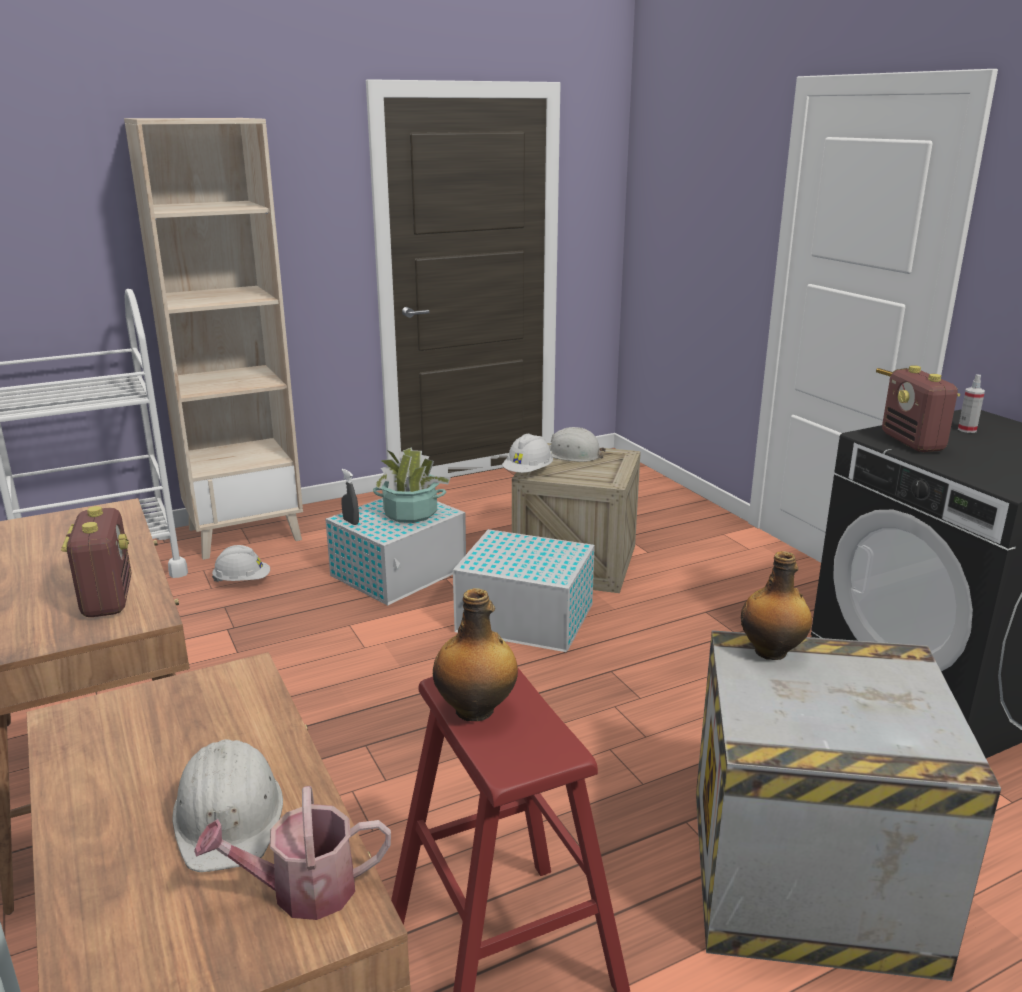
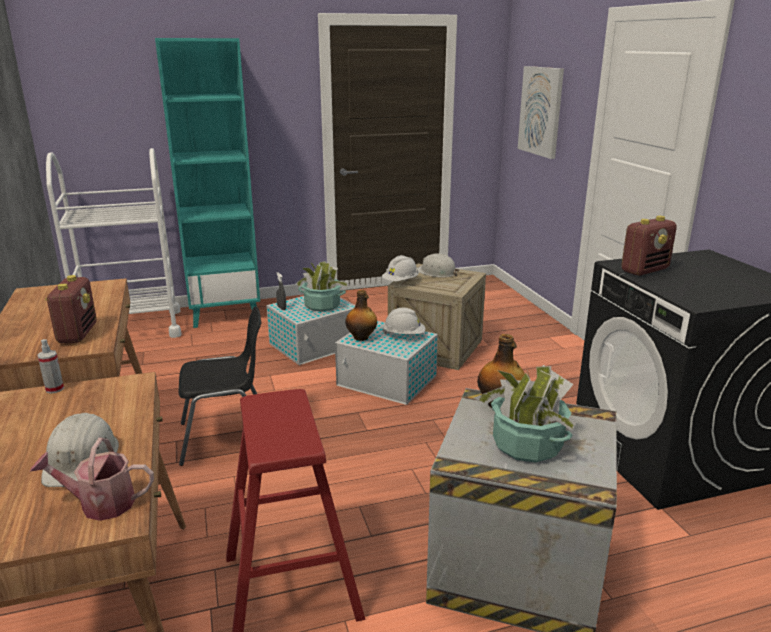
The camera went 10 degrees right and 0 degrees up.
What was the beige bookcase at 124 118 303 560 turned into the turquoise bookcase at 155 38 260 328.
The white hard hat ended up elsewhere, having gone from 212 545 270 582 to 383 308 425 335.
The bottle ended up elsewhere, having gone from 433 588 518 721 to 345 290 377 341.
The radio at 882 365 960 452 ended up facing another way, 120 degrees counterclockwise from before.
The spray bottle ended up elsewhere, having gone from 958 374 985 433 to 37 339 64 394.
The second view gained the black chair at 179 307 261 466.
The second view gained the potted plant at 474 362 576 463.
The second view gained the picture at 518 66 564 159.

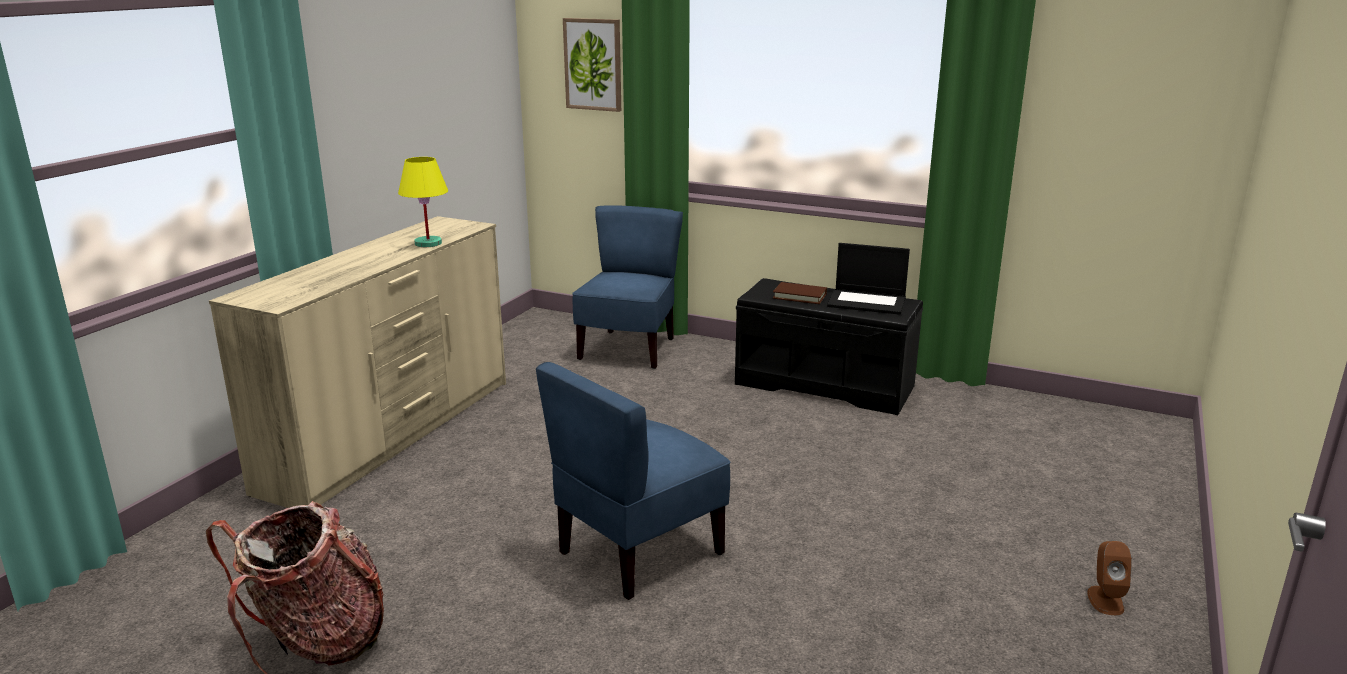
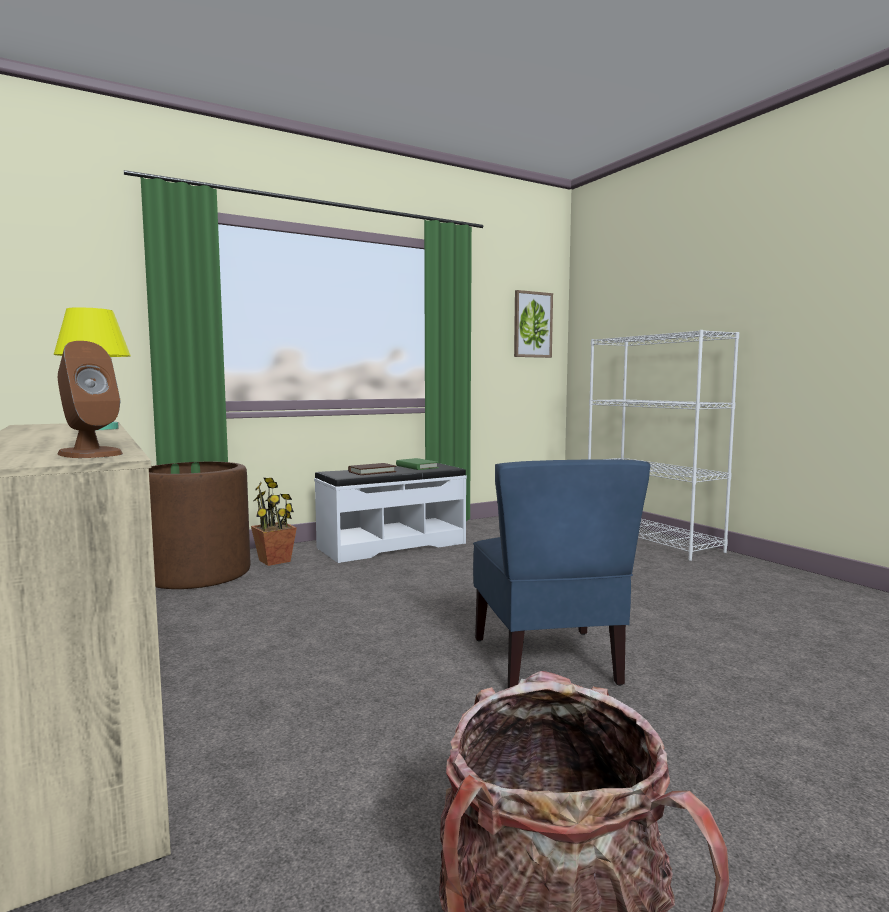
The camera went 55 degrees left and 15 degrees down.
The picture ended up elsewhere, having gone from 563 18 621 112 to 514 290 553 358.
Where the blue chair stood at 572 205 683 369, the brown planter came to stand at 149 462 250 589.
What was the black bench at 735 278 923 415 turned into the white bench at 314 463 467 563.
Where the laptop stood at 827 243 910 315, the green book came to stand at 396 458 439 470.
The brown speaker ended up elsewhere, having gone from 1087 541 1132 615 to 58 341 123 458.
The second view gained the potted plant at 251 478 297 566.
The second view gained the white bookcase at 588 330 739 561.

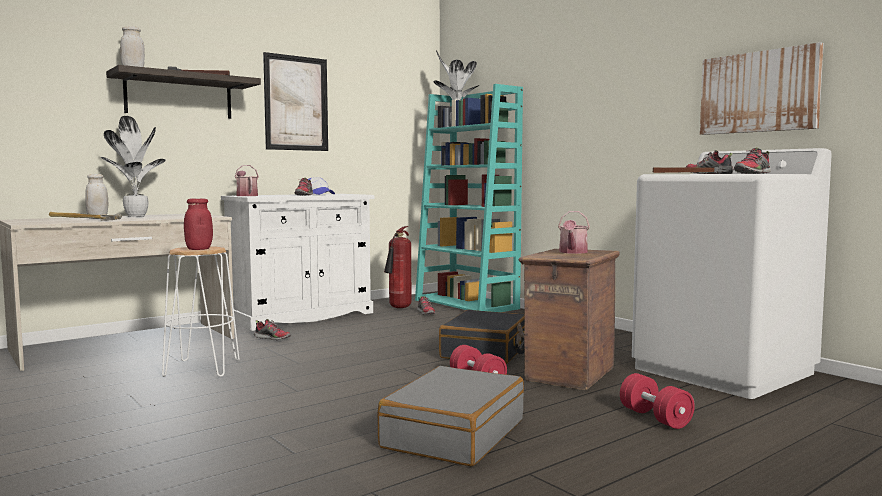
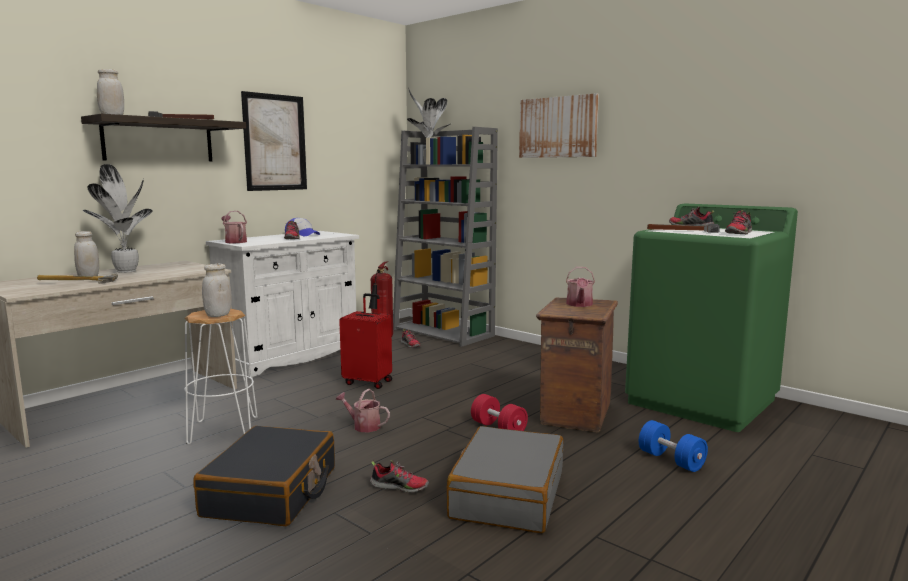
The camera went 10 degrees left and 5 degrees up.
What was the red jar at 184 198 213 250 turned into the white jar at 202 264 232 317.
The shoe ended up elsewhere, having gone from 254 319 291 340 to 370 460 429 493.
What was the turquoise bookcase at 415 84 523 312 turned into the grey bookcase at 393 127 498 347.
The black suitcase ended up elsewhere, having gone from 439 310 525 364 to 193 426 335 526.
What was the red dumbbell at 620 373 695 429 turned into the blue dumbbell at 639 420 708 472.
What was the white washing machine at 632 148 832 399 turned into the green washing machine at 625 204 798 432.
The picture ended up elsewhere, having gone from 700 42 824 135 to 519 93 599 158.
The second view gained the watering can at 335 389 390 432.
The second view gained the red suitcase at 339 293 392 389.

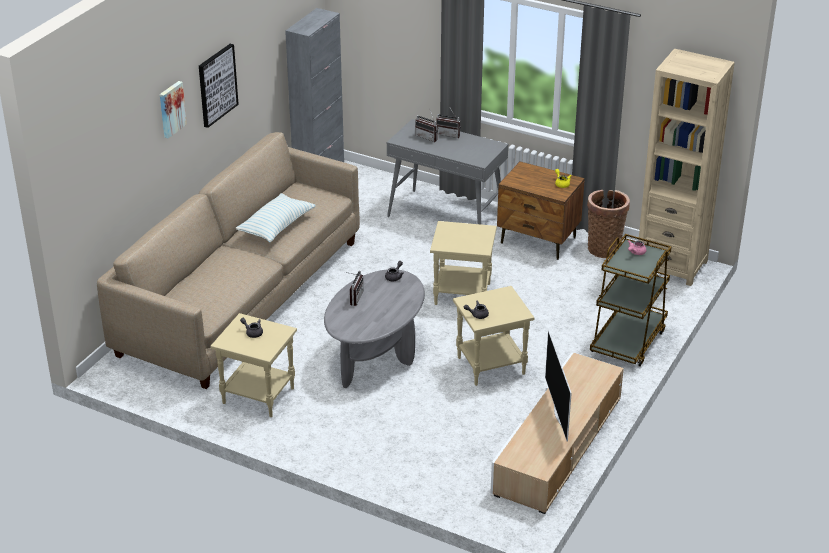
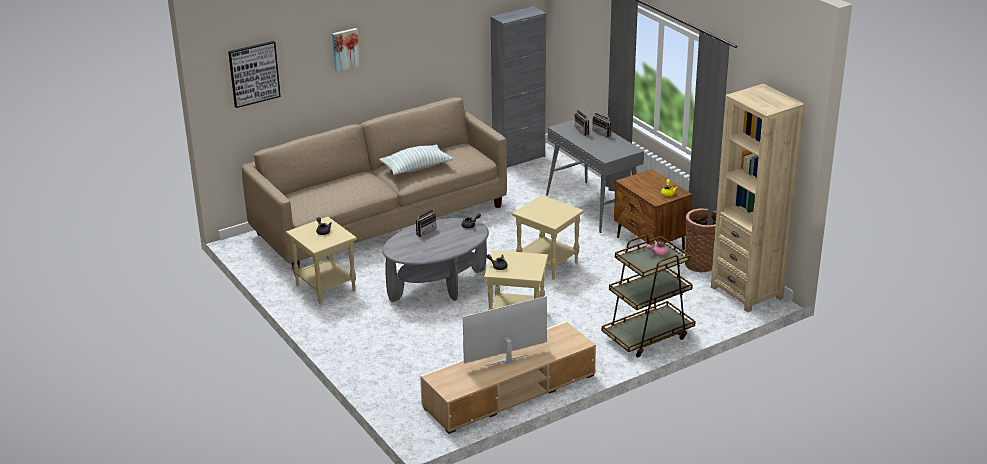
The camera went 30 degrees right and 5 degrees down.
The picture ended up elsewhere, having gone from 199 44 239 128 to 228 41 281 108.
The television at 545 330 572 442 ended up facing another way, 45 degrees clockwise from before.

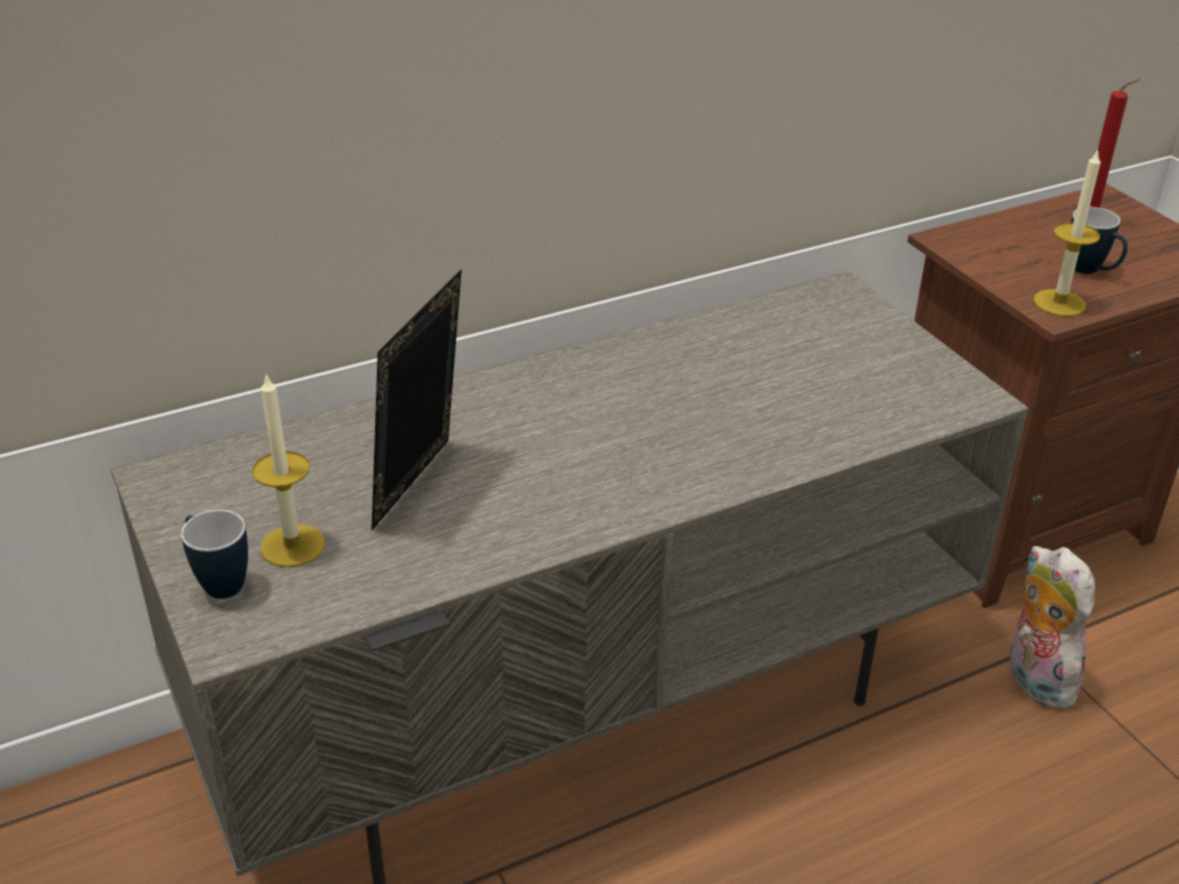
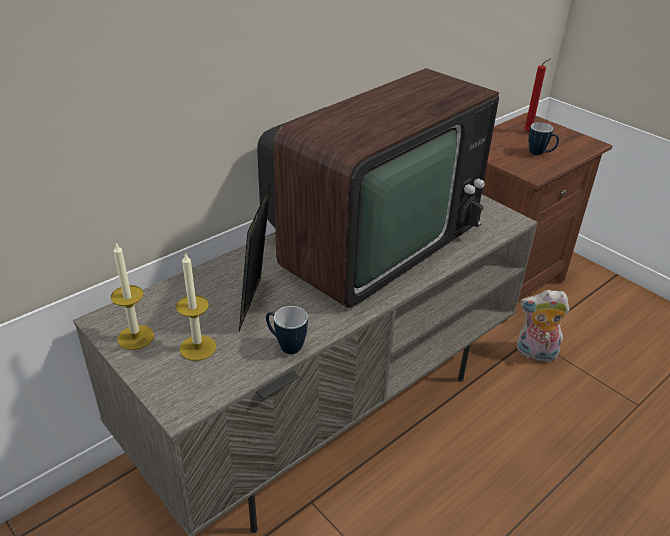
The camera went 15 degrees left and 0 degrees up.
The mug ended up elsewhere, having gone from 181 510 248 599 to 266 306 308 354.
The plush toy at 1007 546 1095 709 ended up facing another way, 45 degrees counterclockwise from before.
The candle ended up elsewhere, having gone from 1033 149 1101 316 to 111 243 154 350.
The second view gained the television at 257 68 499 307.

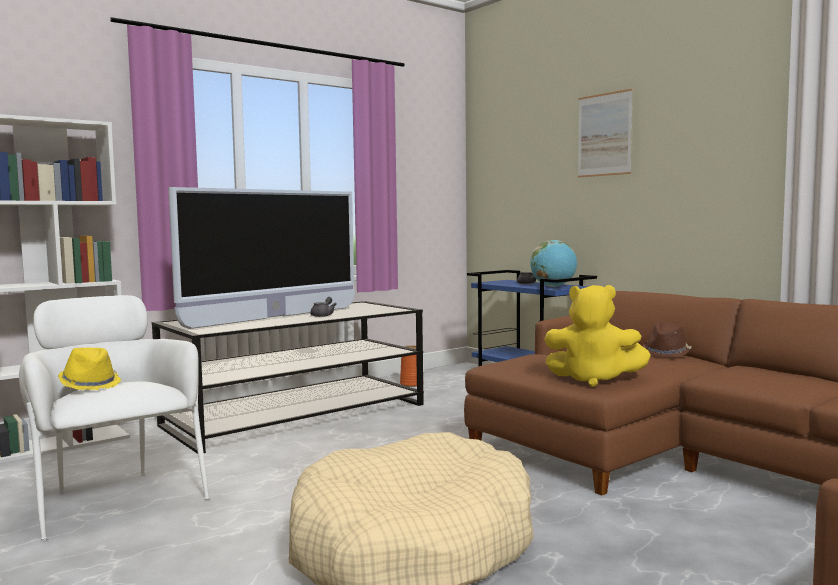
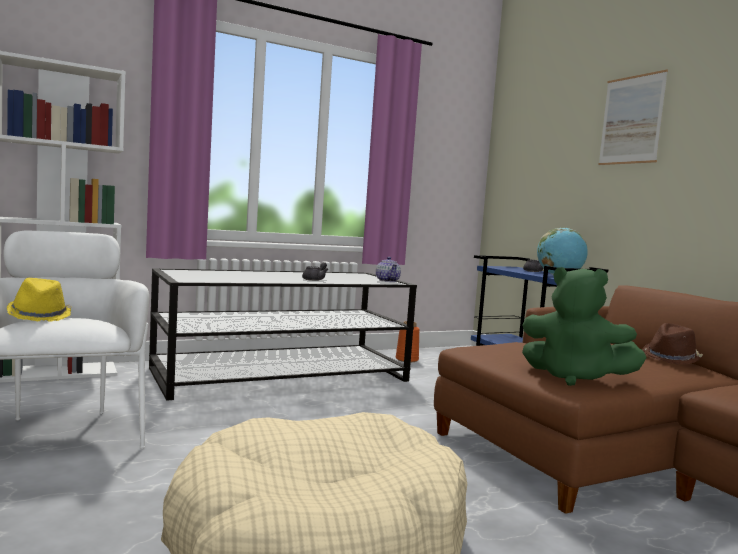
The camera went 10 degrees right and 0 degrees up.
The second view lost the television at 168 187 354 329.
What was the yellow plush toy at 544 285 651 387 turned into the green plush toy at 522 267 647 386.
The second view gained the teapot at 376 257 401 282.

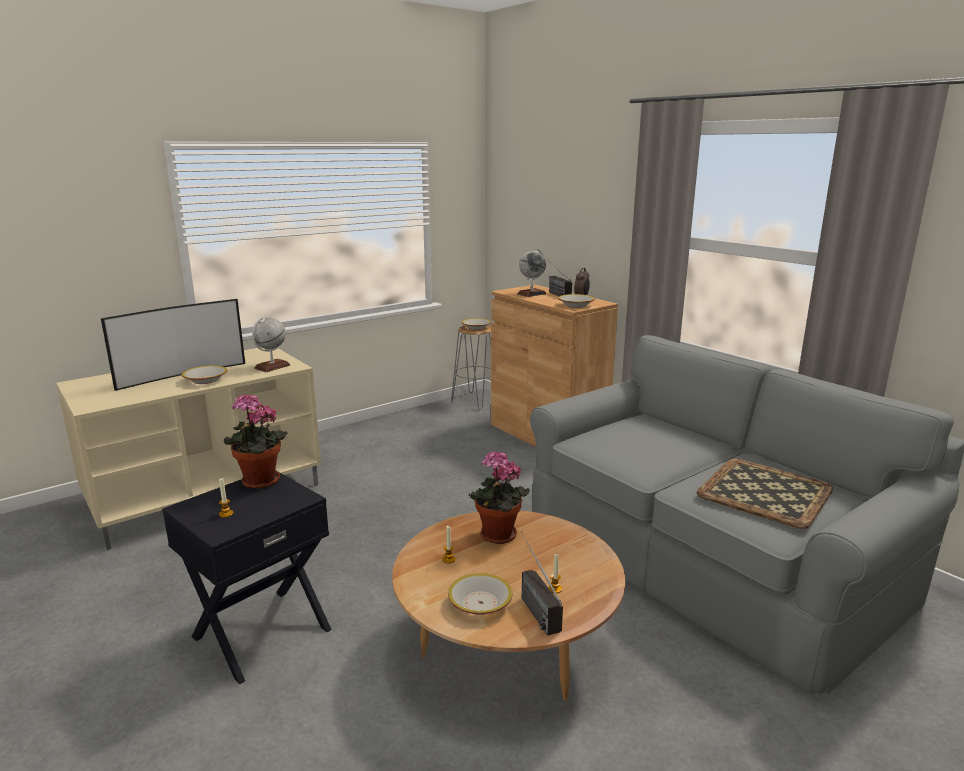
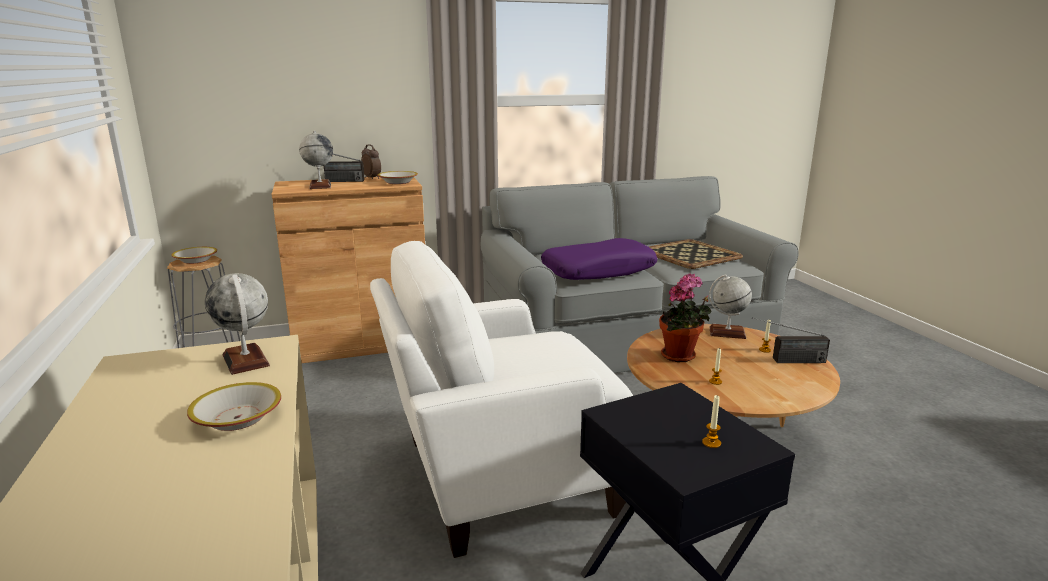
The camera went 70 degrees left and 0 degrees up.
The second view lost the television at 101 299 245 391.
The second view lost the potted plant at 224 394 287 489.
The second view lost the bowl at 448 573 512 615.
The second view gained the white armchair at 370 241 633 558.
The second view gained the purple pillow at 541 238 657 280.
The second view gained the globe at 709 274 752 339.

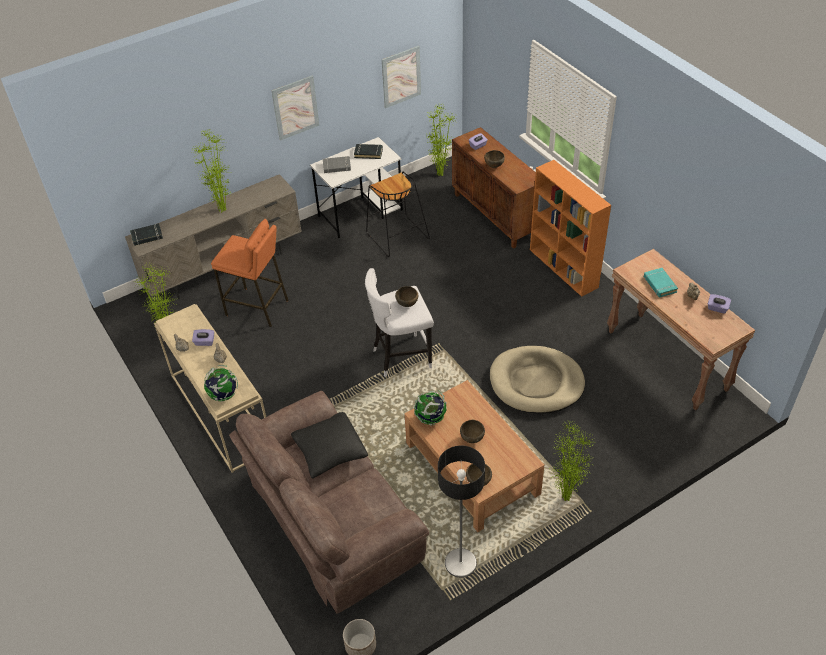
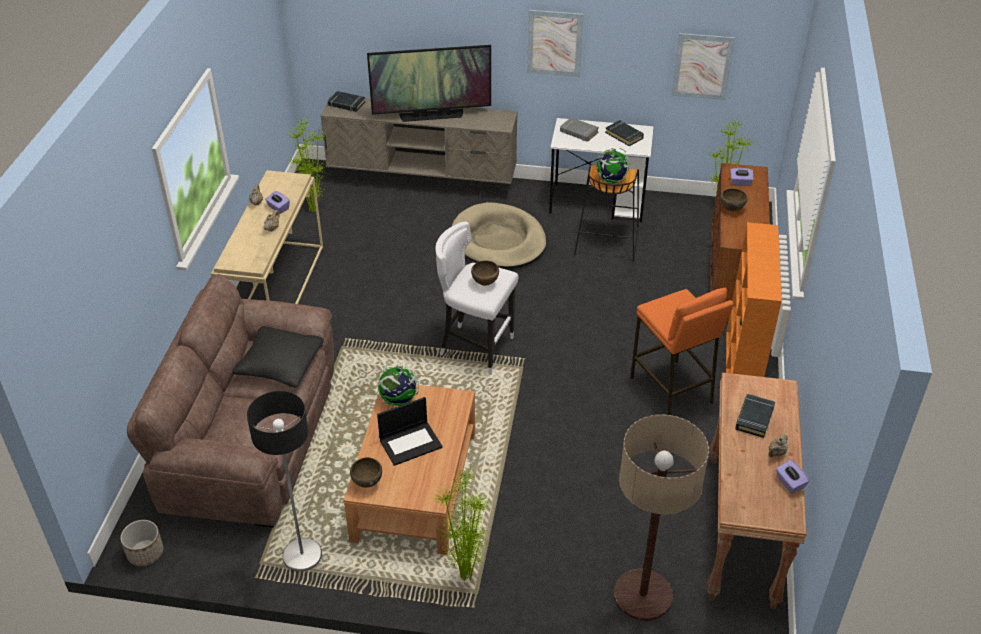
The camera went 40 degrees right and 5 degrees down.
Where the potted plant stood at 193 130 232 213, the television came to stand at 367 45 491 122.
The globe ended up elsewhere, having gone from 204 365 238 401 to 596 148 630 184.
The orange stool ended up elsewhere, having gone from 211 219 289 327 to 630 288 734 415.
Where the brown bowl stood at 460 420 485 443, the laptop came to stand at 377 397 443 466.
The beige dog bed ended up elsewhere, having gone from 490 346 585 414 to 451 202 547 269.
What was the turquoise book at 644 268 678 297 turned into the black book at 735 394 775 438.
The second view gained the floor lamp at 614 415 709 621.

